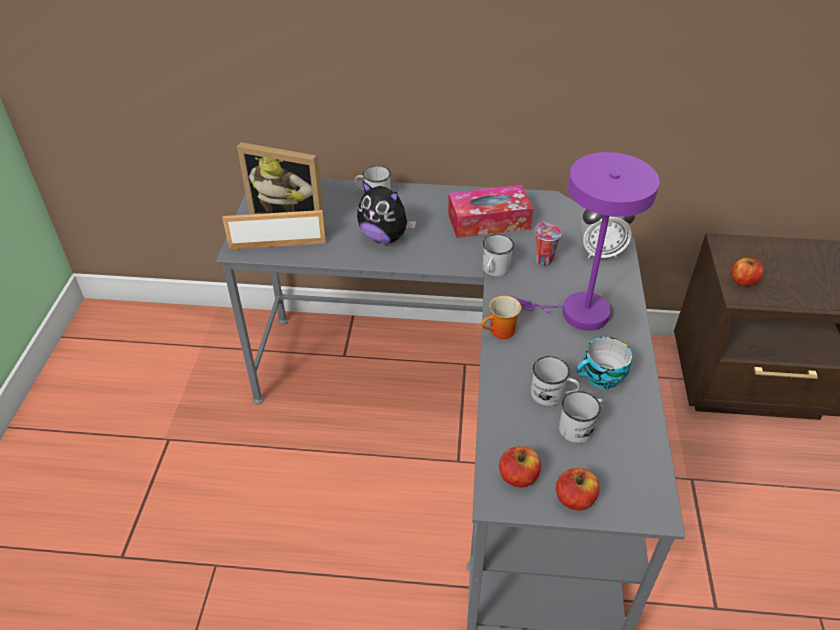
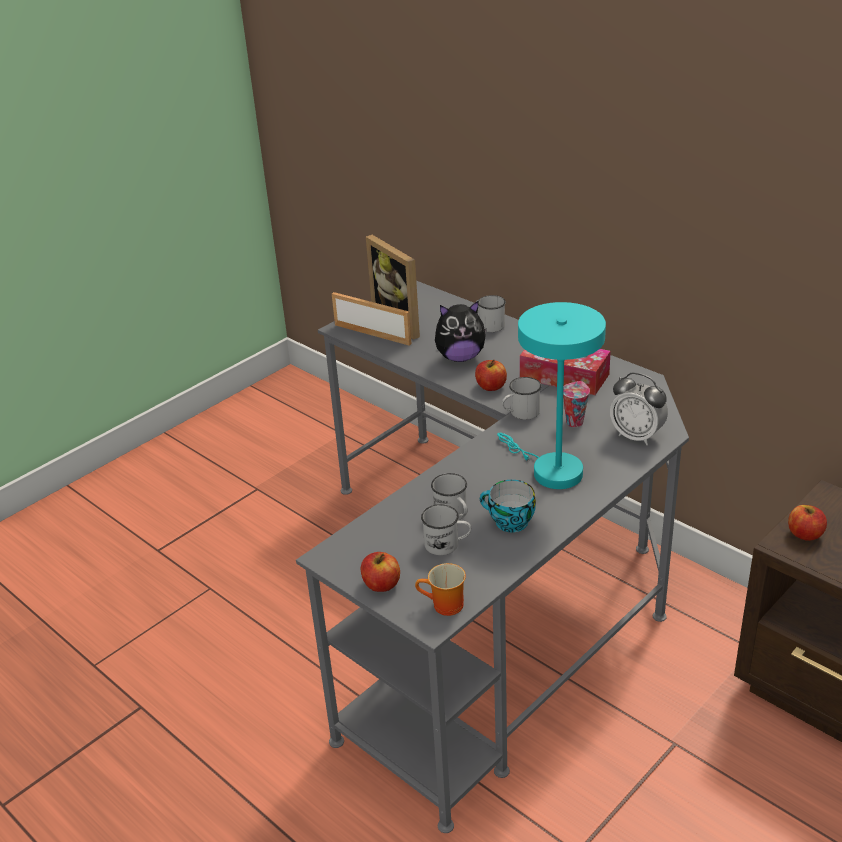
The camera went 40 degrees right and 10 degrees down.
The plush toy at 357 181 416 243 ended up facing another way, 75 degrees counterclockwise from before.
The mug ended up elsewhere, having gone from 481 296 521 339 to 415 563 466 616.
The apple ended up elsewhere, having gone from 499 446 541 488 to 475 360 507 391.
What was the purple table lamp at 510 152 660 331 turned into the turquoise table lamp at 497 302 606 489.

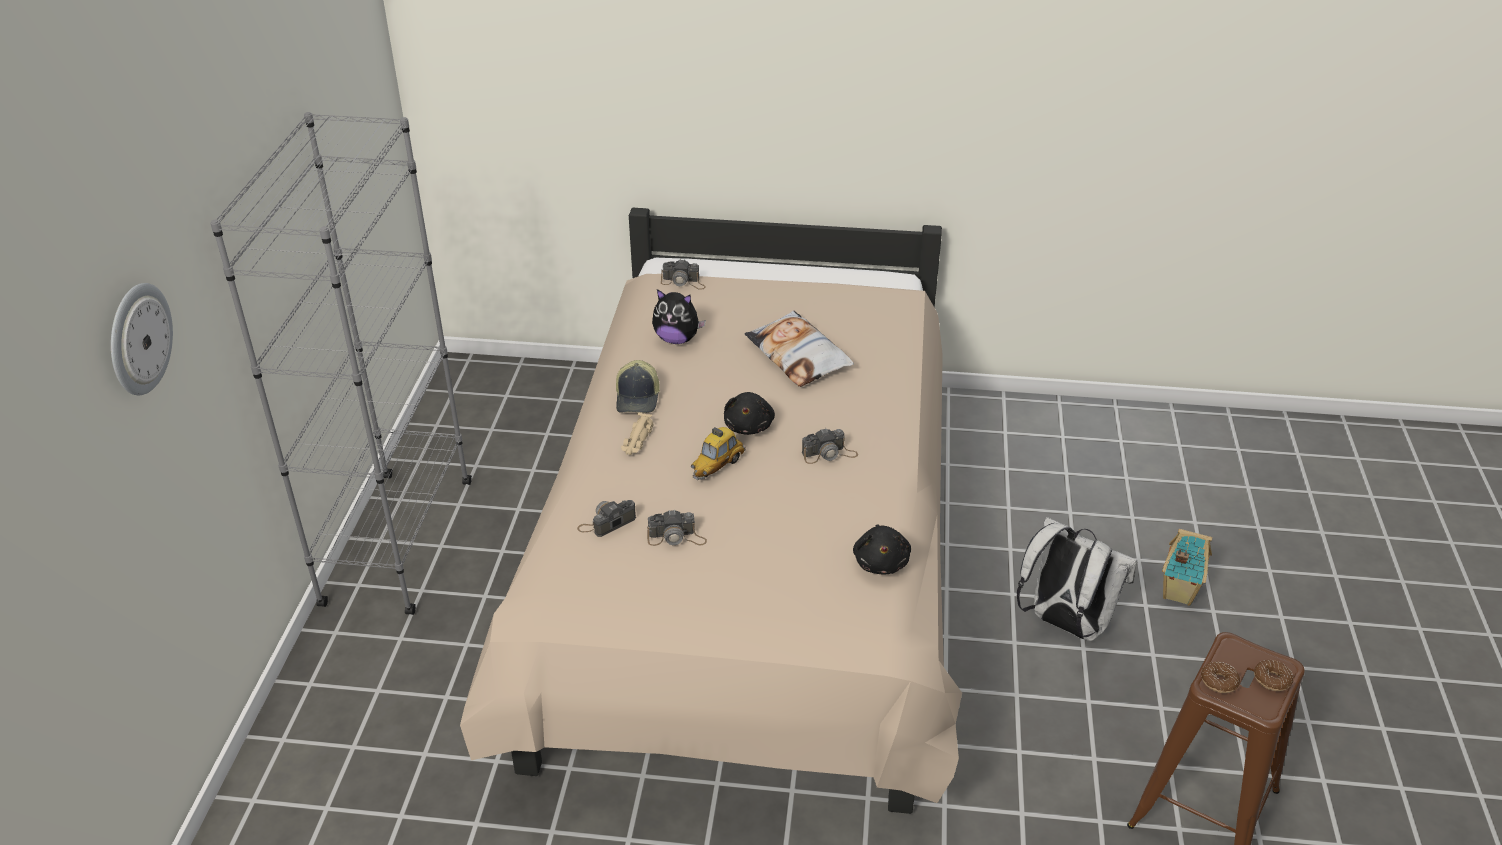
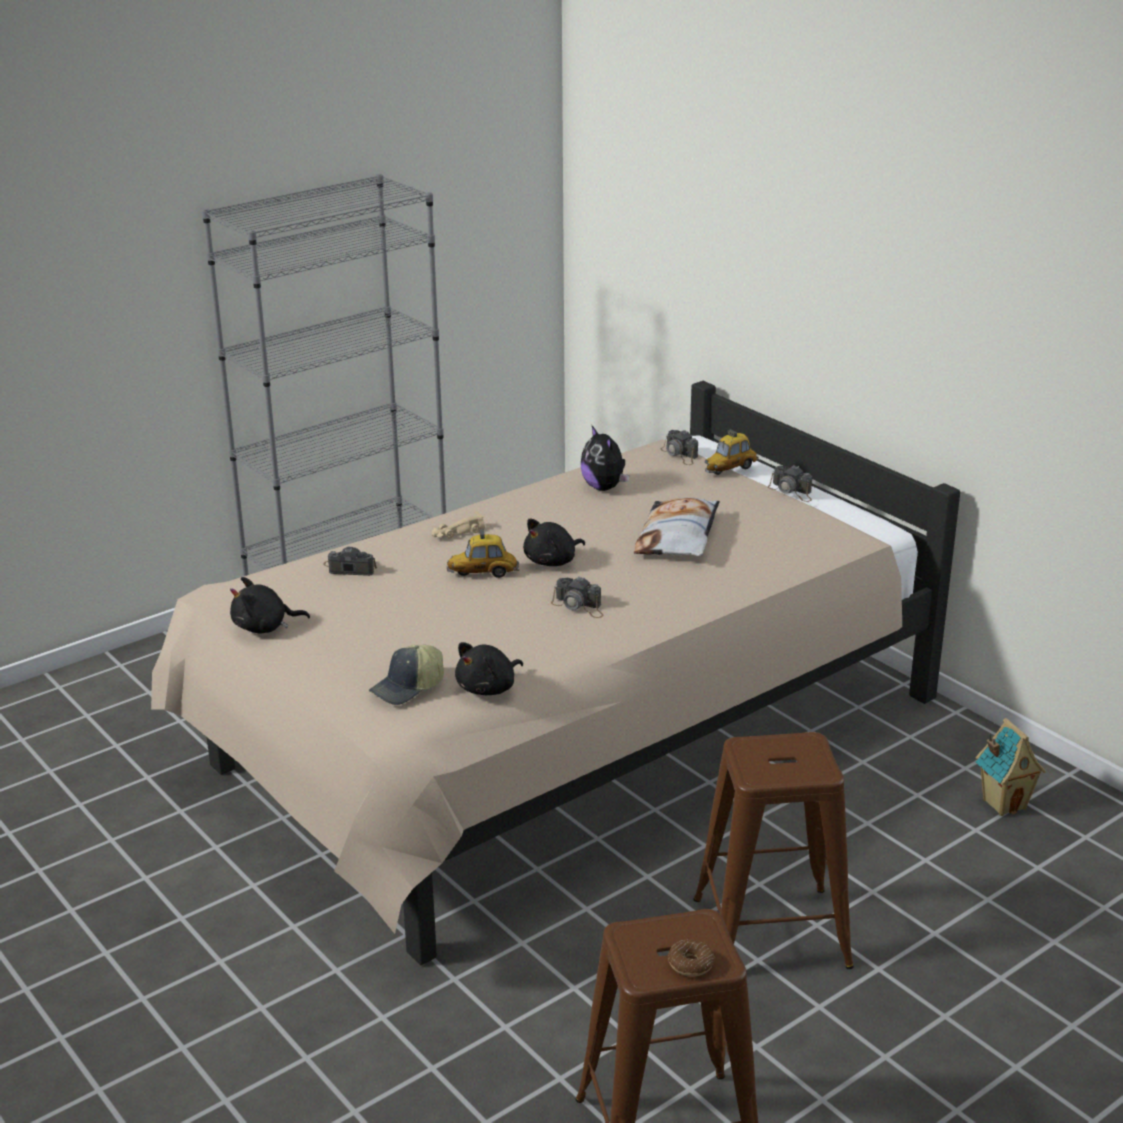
The camera went 45 degrees right and 10 degrees down.
The second view lost the wall clock at 111 283 173 395.
The cap ended up elsewhere, having gone from 616 360 660 413 to 369 645 444 705.
The photo camera ended up elsewhere, having gone from 647 509 707 546 to 768 465 812 502.
Where the white backpack stood at 1016 517 1137 641, the brown stool came to stand at 693 732 854 969.
The toy house ended up elsewhere, having gone from 1162 529 1212 606 to 976 718 1046 816.
The second view lost the donut at 1201 662 1240 693.
The second view gained the black plush toy at 230 577 310 634.
The second view gained the toy car at 705 429 759 475.

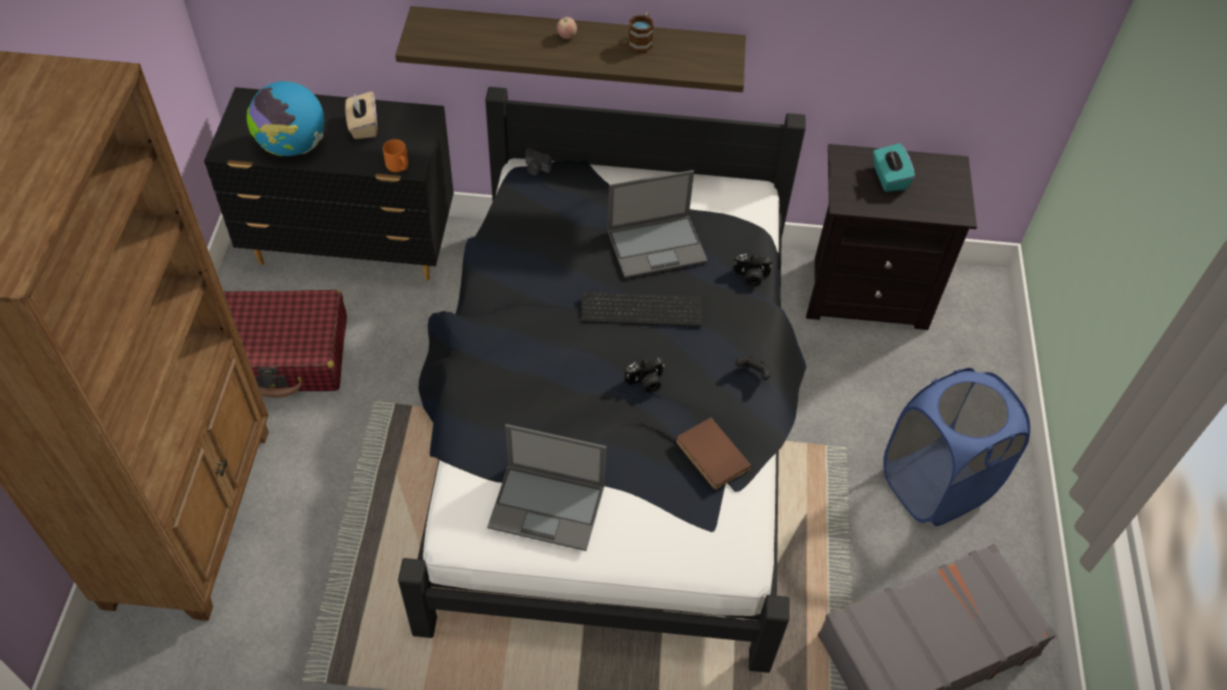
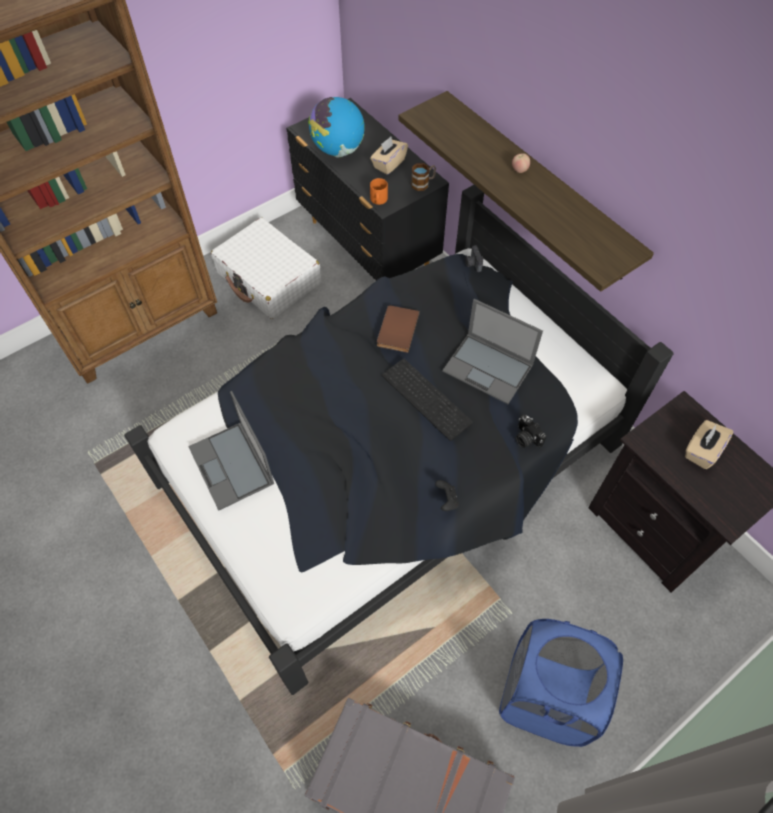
The camera went 50 degrees right and 5 degrees up.
What was the red suitcase at 223 290 347 398 turned into the white suitcase at 211 218 321 319.
The second view lost the photo camera at 625 358 665 393.
The mug ended up elsewhere, having gone from 628 12 654 53 to 411 163 436 191.
The brown book ended up elsewhere, having gone from 676 418 751 489 to 377 305 420 353.
What was the turquoise tissue box at 873 143 915 192 turned into the beige tissue box at 685 420 734 469.

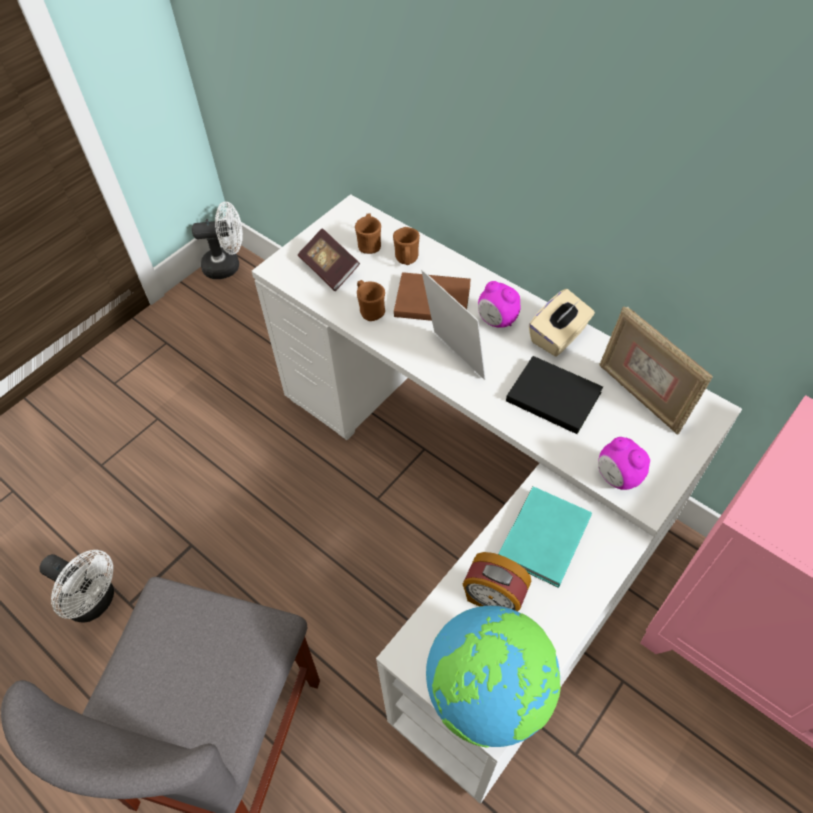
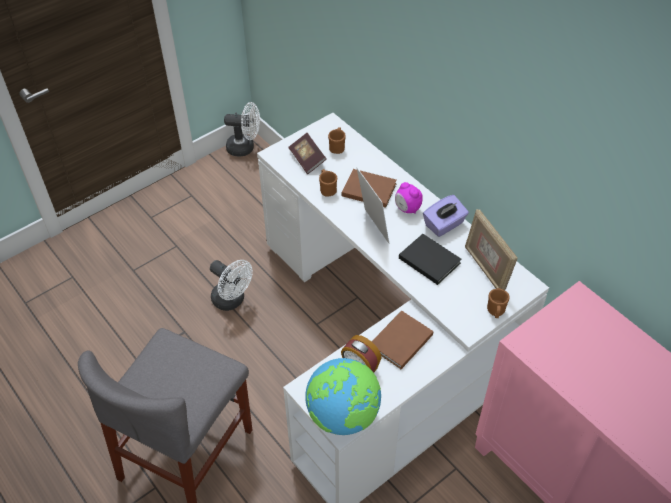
The camera went 10 degrees right and 5 degrees down.
The white fan ended up elsewhere, having gone from 39 550 114 622 to 210 260 253 311.
The brown mug ended up elsewhere, having gone from 393 227 420 265 to 487 288 510 318.
What was the turquoise book at 499 486 592 588 turned into the brown book at 371 311 433 369.
What was the beige tissue box at 529 289 595 357 turned into the purple tissue box at 423 195 469 237.
The second view lost the alarm clock at 598 437 650 490.

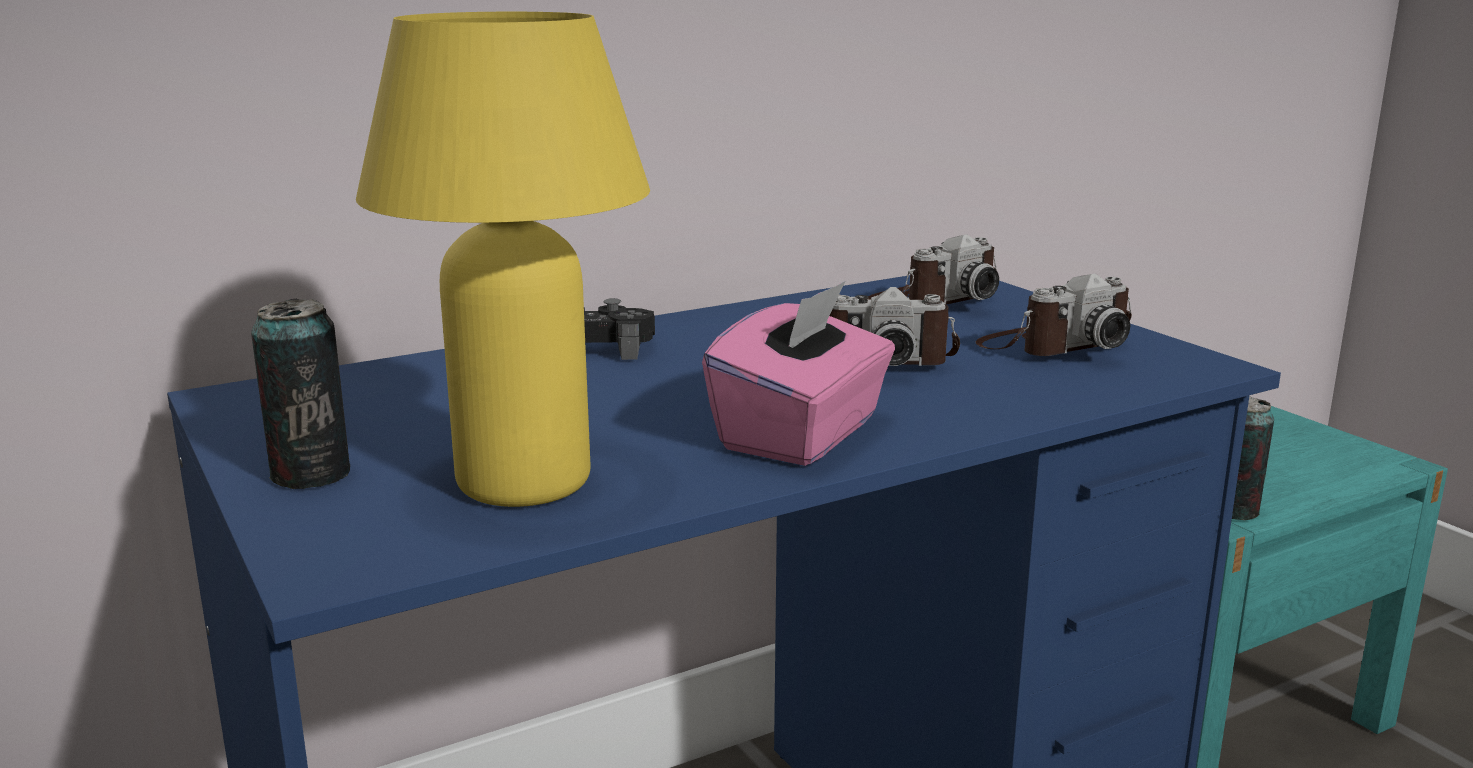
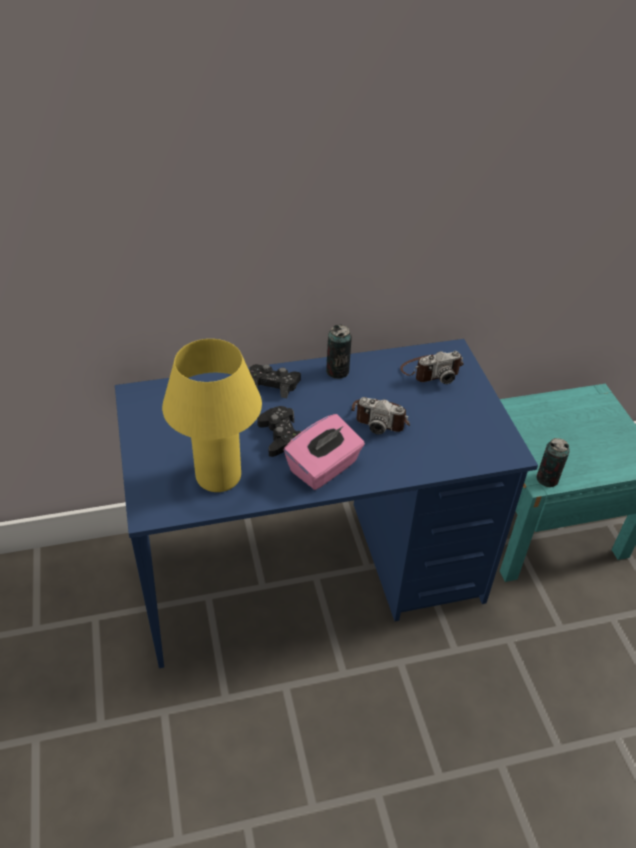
The camera went 15 degrees right and 25 degrees up.
The can ended up elsewhere, having gone from 251 299 350 489 to 326 325 352 379.
The second view lost the photo camera at 976 274 1132 356.
The second view gained the black game controller at 257 406 302 457.

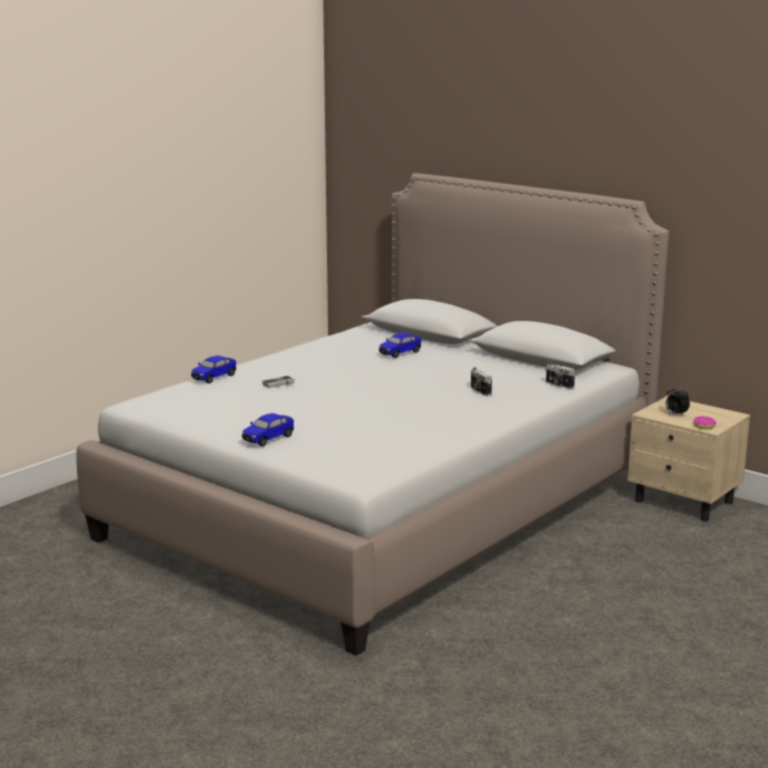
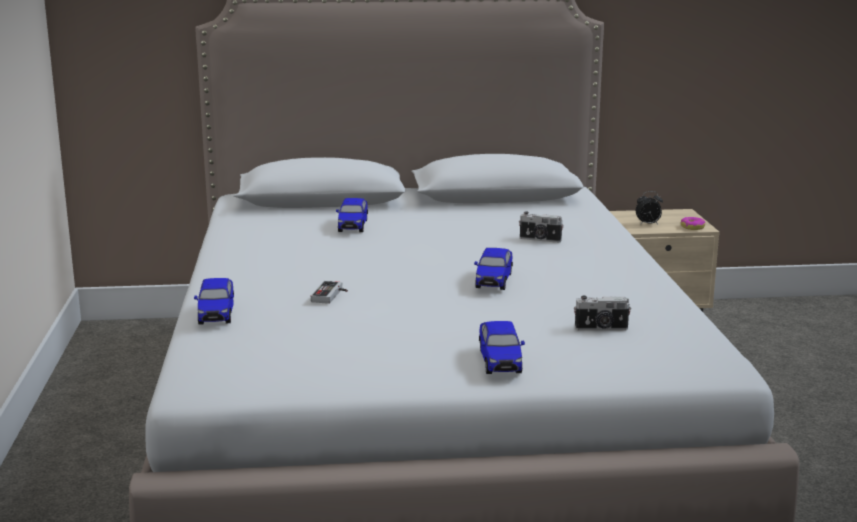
The camera went 45 degrees left and 0 degrees up.
The photo camera ended up elsewhere, having gone from 546 362 575 389 to 574 296 631 331.
The second view gained the toy car at 474 248 513 290.

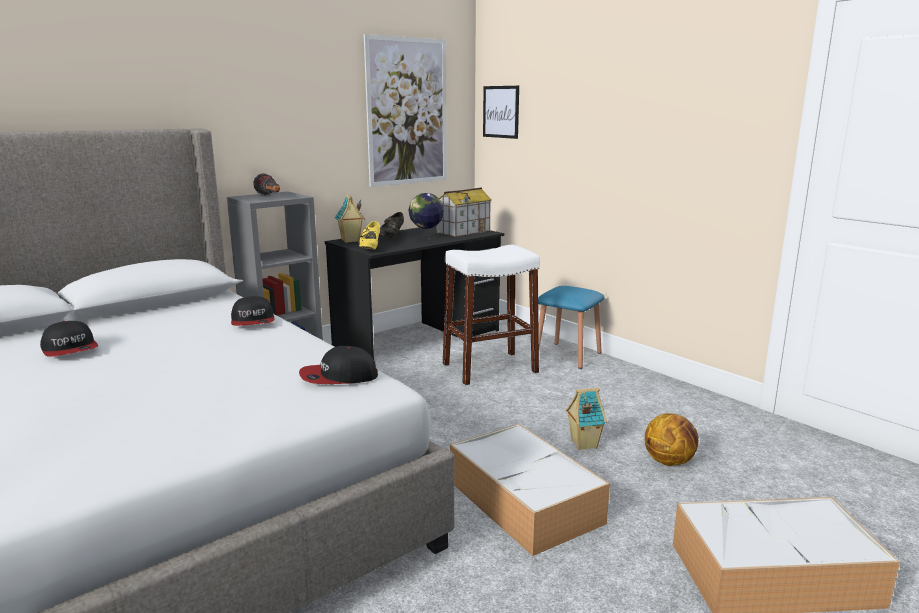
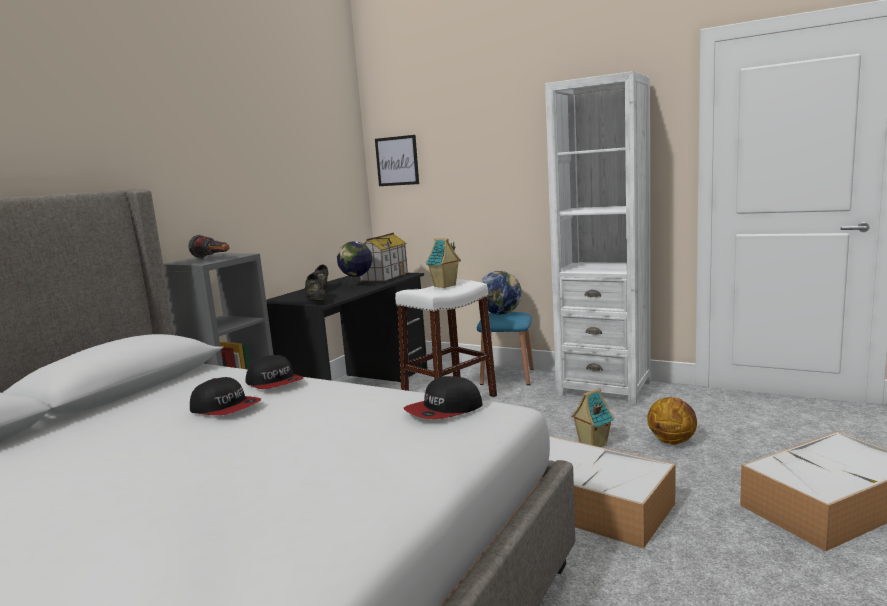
The camera went 20 degrees left and 5 degrees down.
The cap ended up elsewhere, having gone from 40 321 98 357 to 190 377 261 416.
The toy house ended up elsewhere, having gone from 335 194 365 243 to 425 238 461 288.
What was the yellow shoe at 359 221 380 249 turned into the black shoe at 305 274 326 301.
The second view lost the picture at 364 34 446 187.
The second view gained the globe at 481 271 522 315.
The second view gained the white bookcase at 545 71 651 405.

